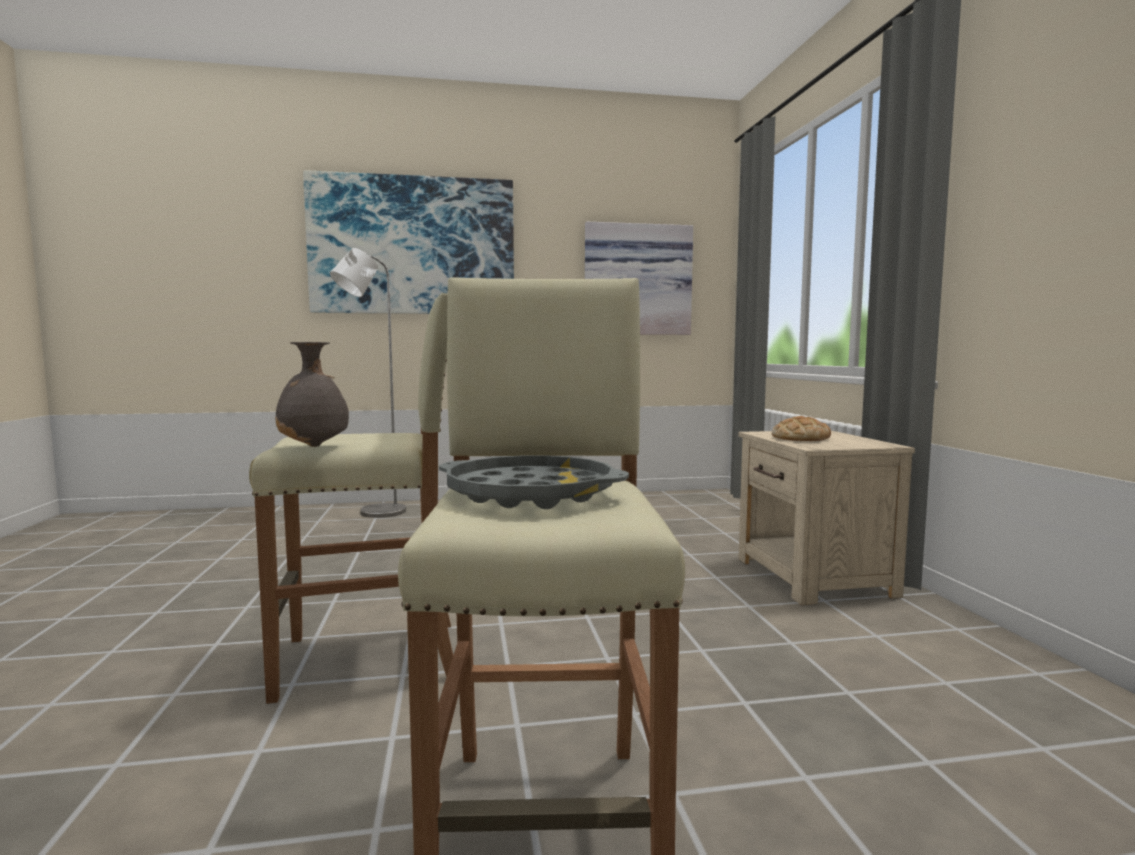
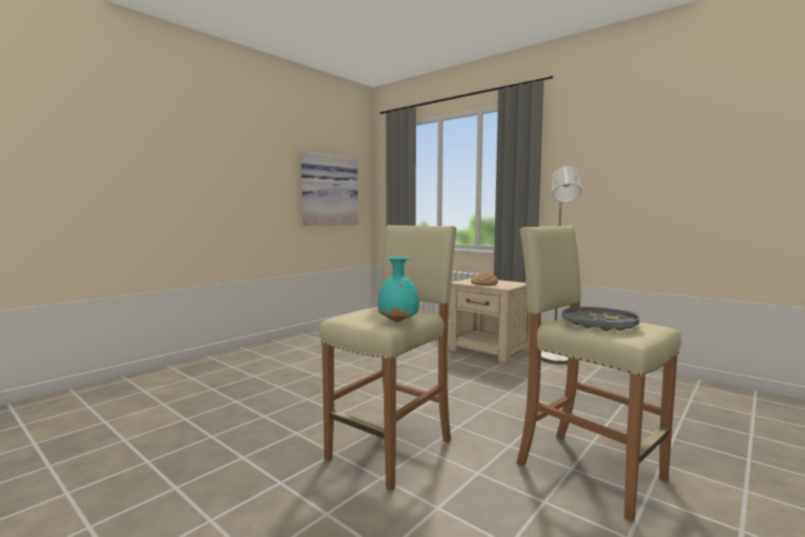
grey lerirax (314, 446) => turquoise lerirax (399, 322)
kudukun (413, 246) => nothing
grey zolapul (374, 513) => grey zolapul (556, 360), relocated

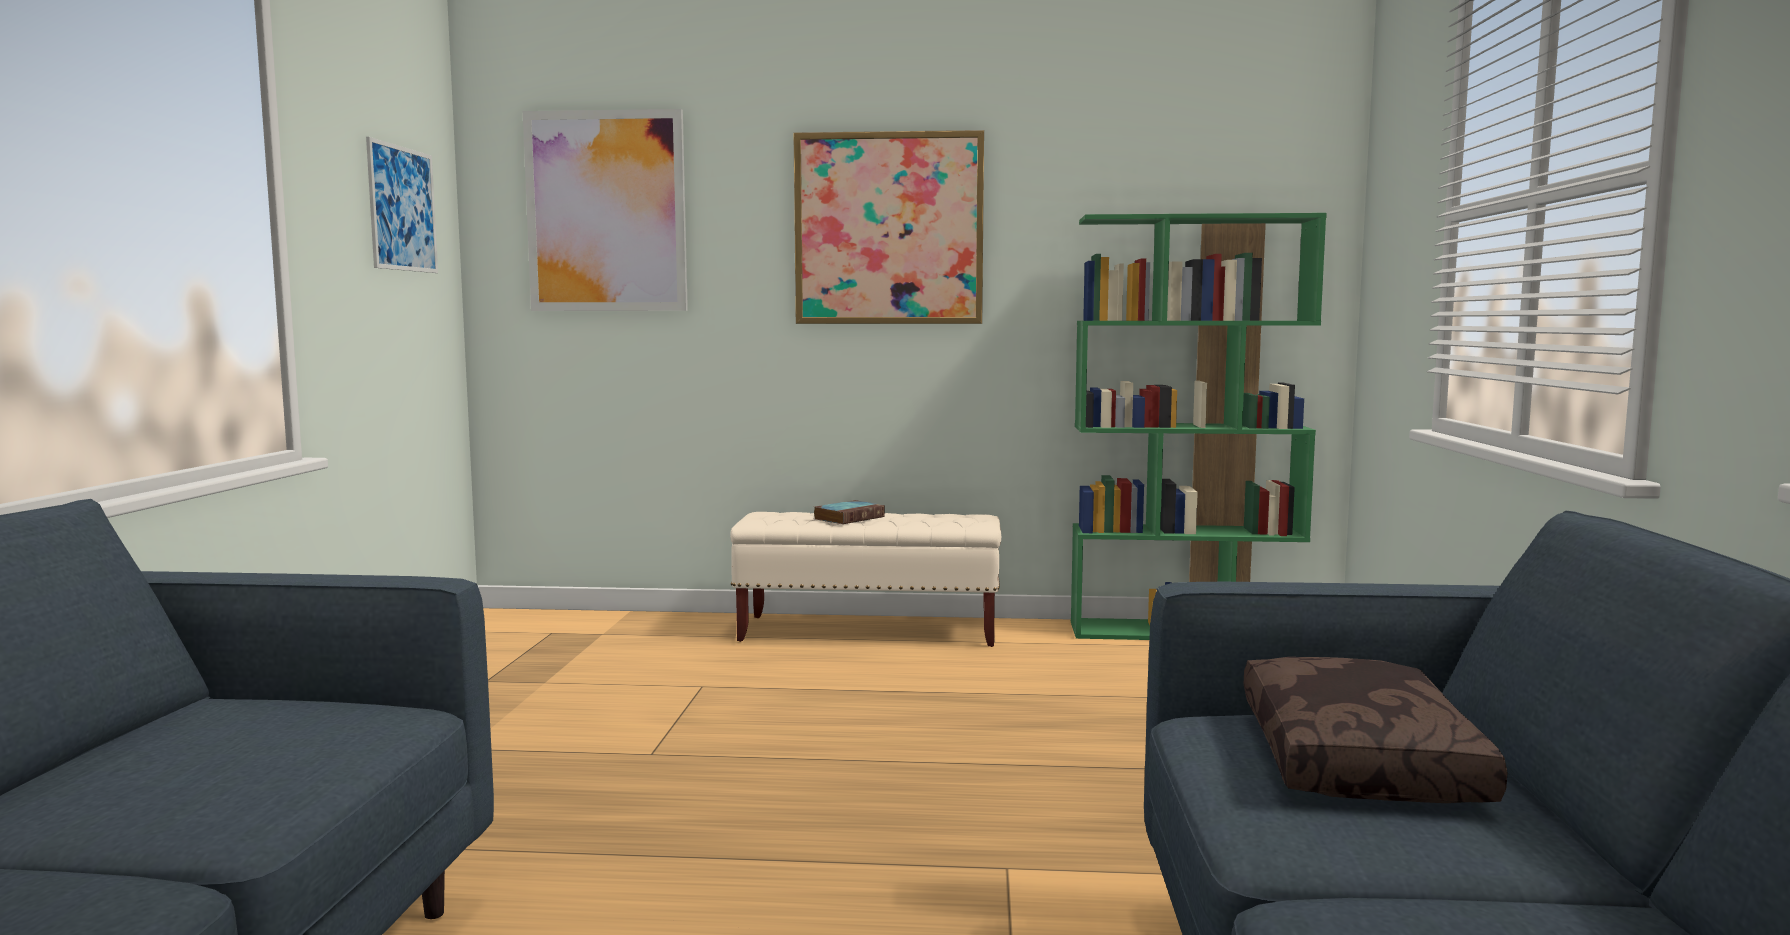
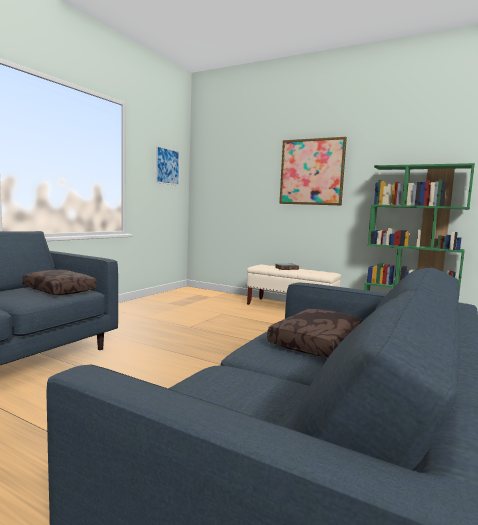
kudukun (606, 212) => nothing
nothing => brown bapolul (61, 290)

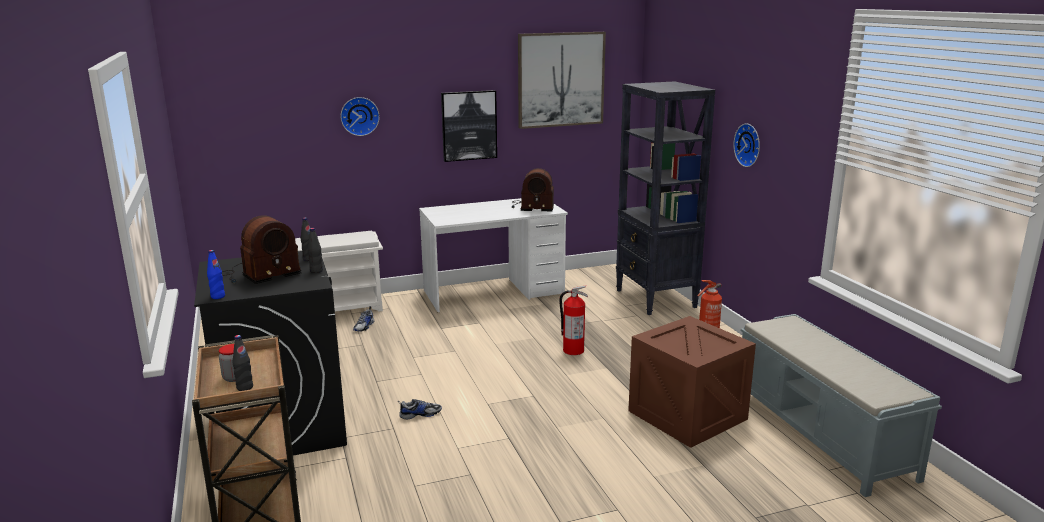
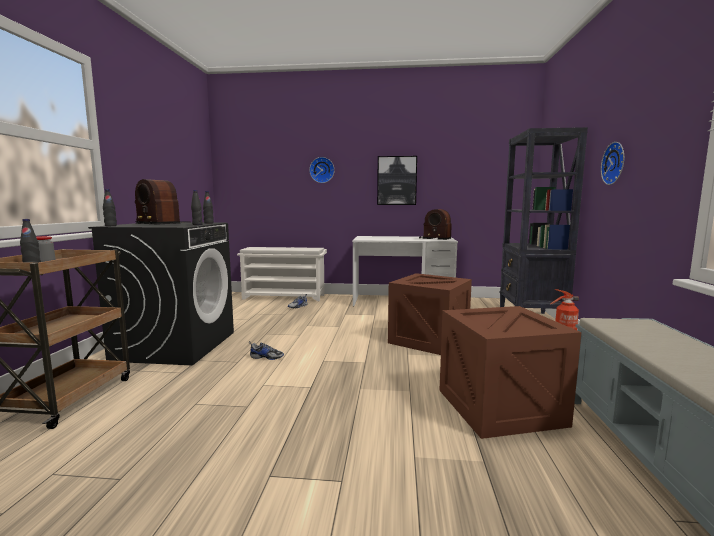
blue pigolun (218, 296) => black pigolun (110, 226)
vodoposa (259, 274) => vodoposa (163, 224), 45 degrees clockwise
kudukun (561, 79) => nothing
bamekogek (573, 350) => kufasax (429, 340)

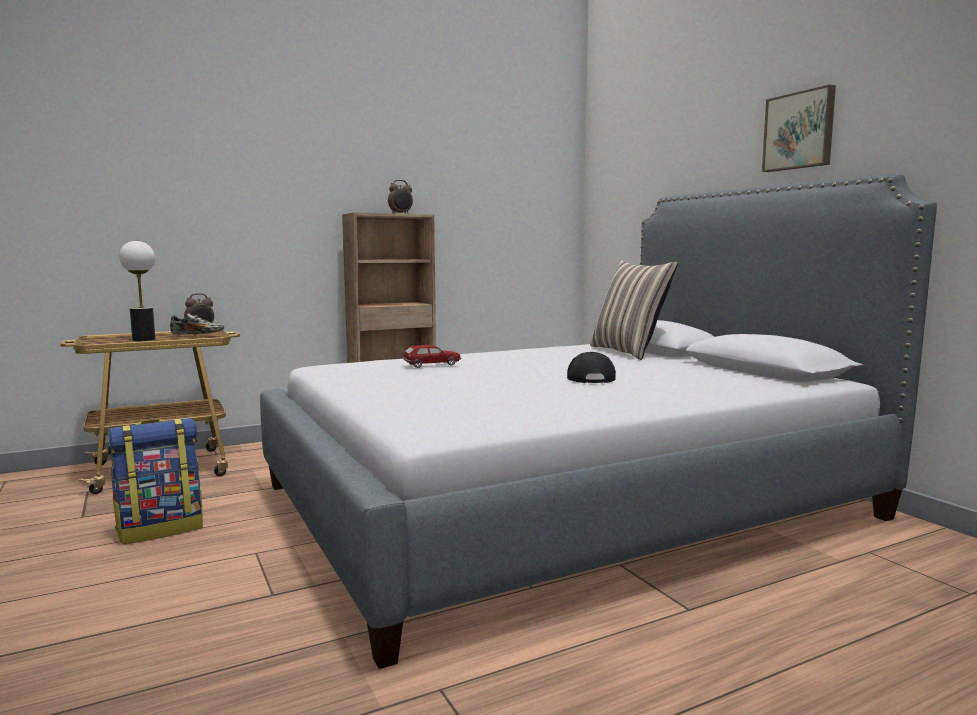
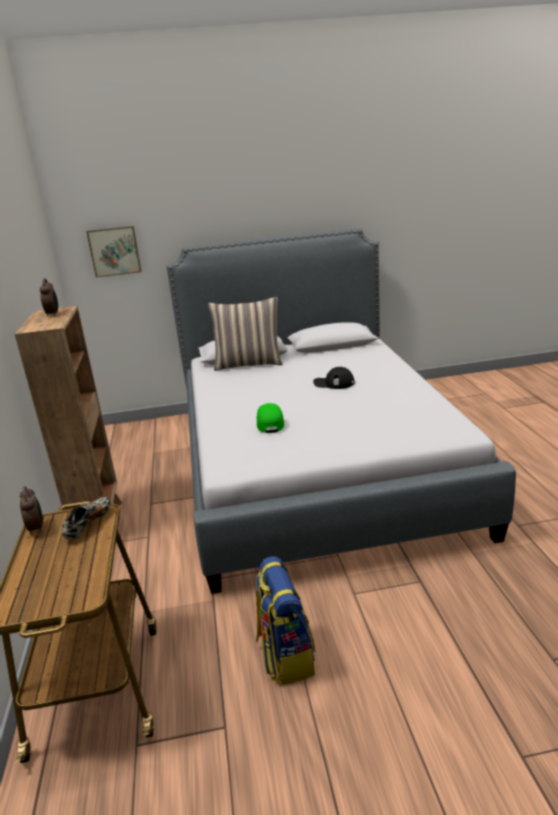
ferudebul (143, 339) => nothing
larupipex (432, 364) => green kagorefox (270, 423)
kudukun (799, 131) => kudukun (114, 251), relocated

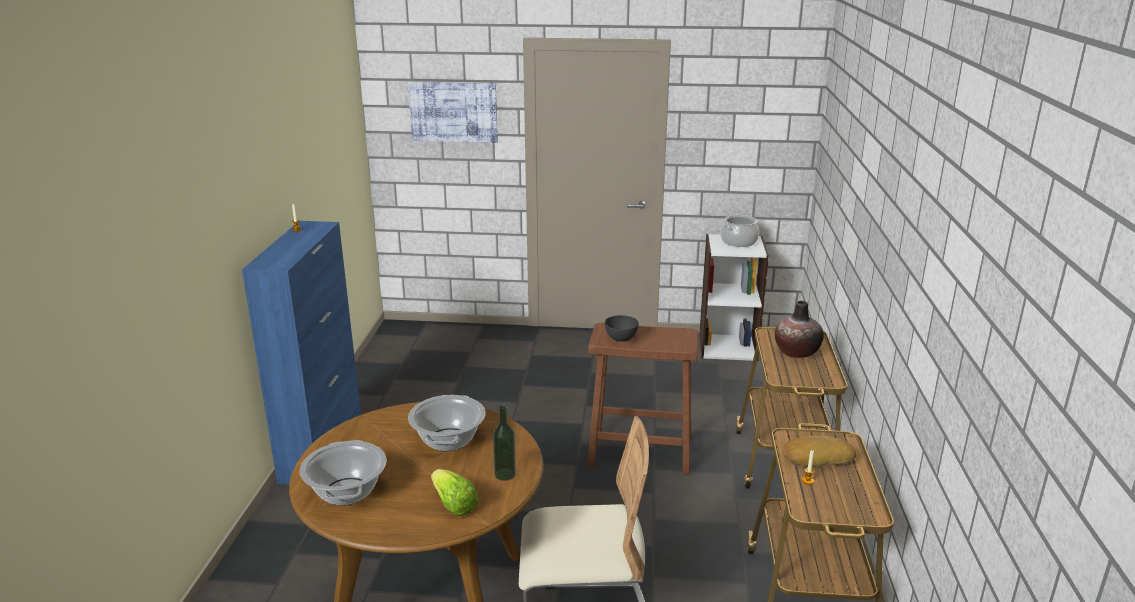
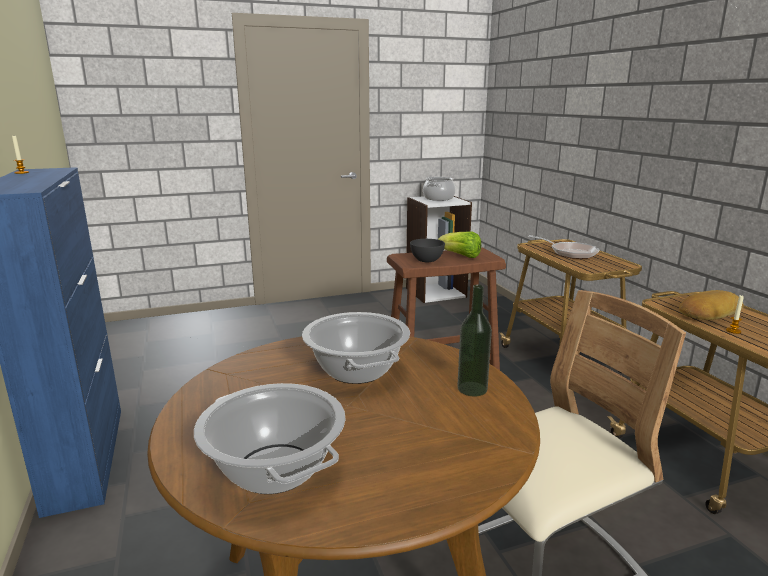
kudukun (453, 112) => nothing
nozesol (453, 505) => nozesol (460, 256), relocated
lerirax (796, 352) => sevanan (569, 253)

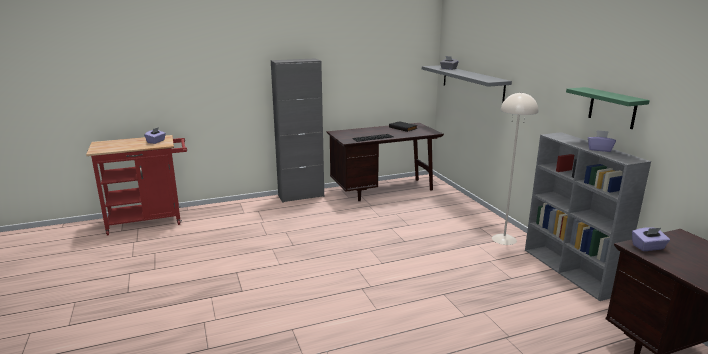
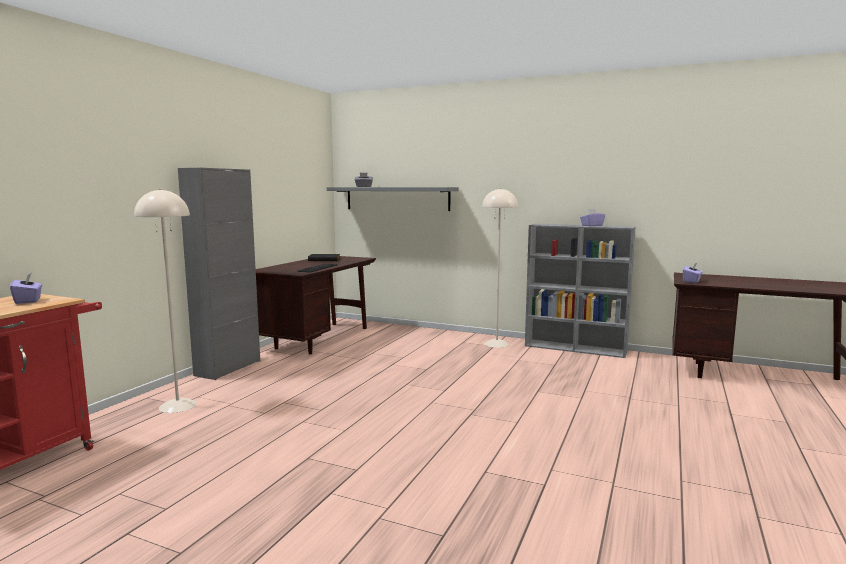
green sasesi (612, 108) => nothing
nothing => beige zolapul (177, 405)

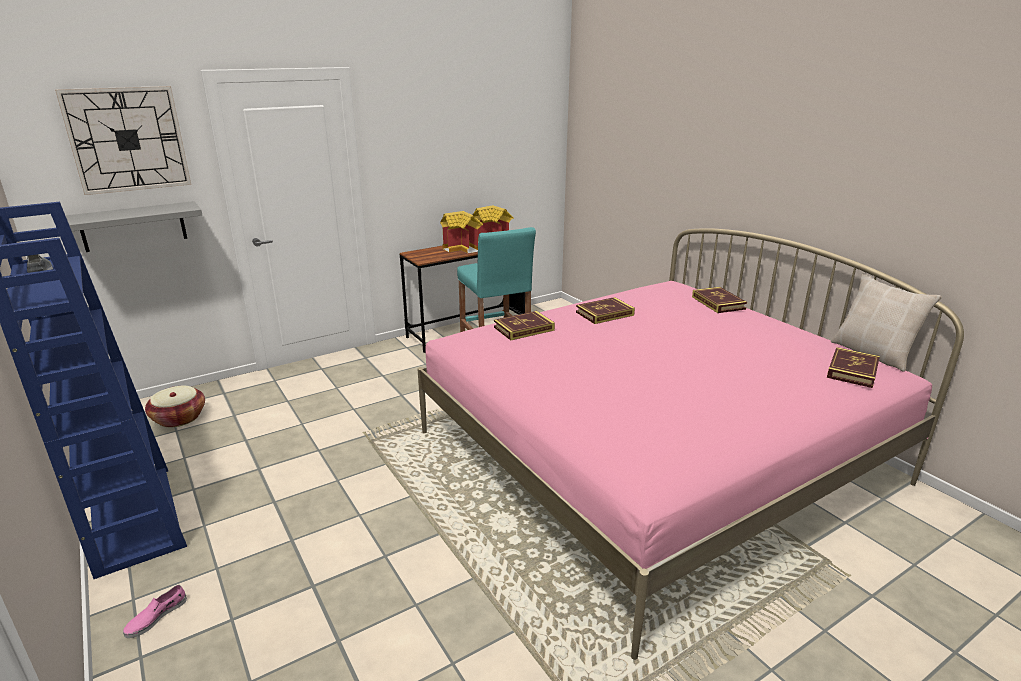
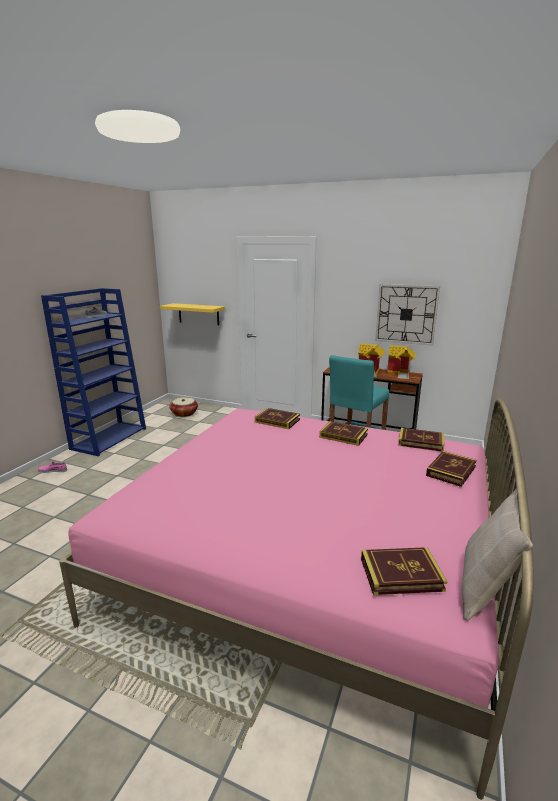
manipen (127, 139) => manipen (406, 314), relocated
grey sasesi (133, 226) => yellow sasesi (198, 314)
nothing => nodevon (420, 442)

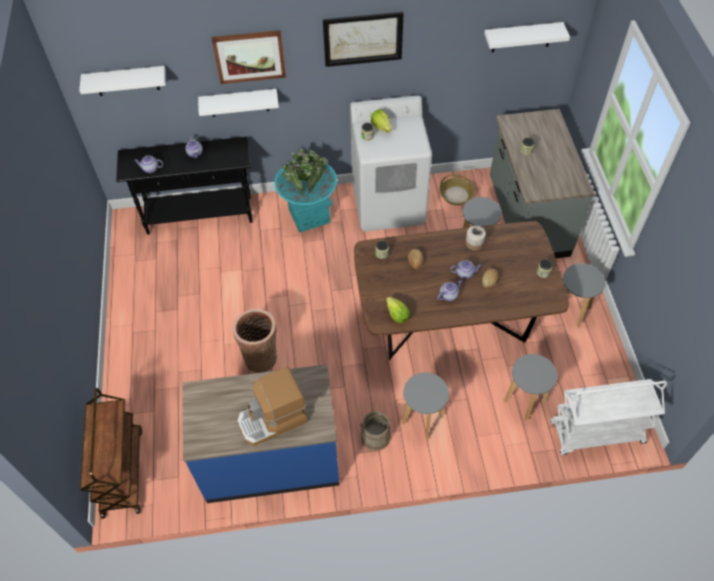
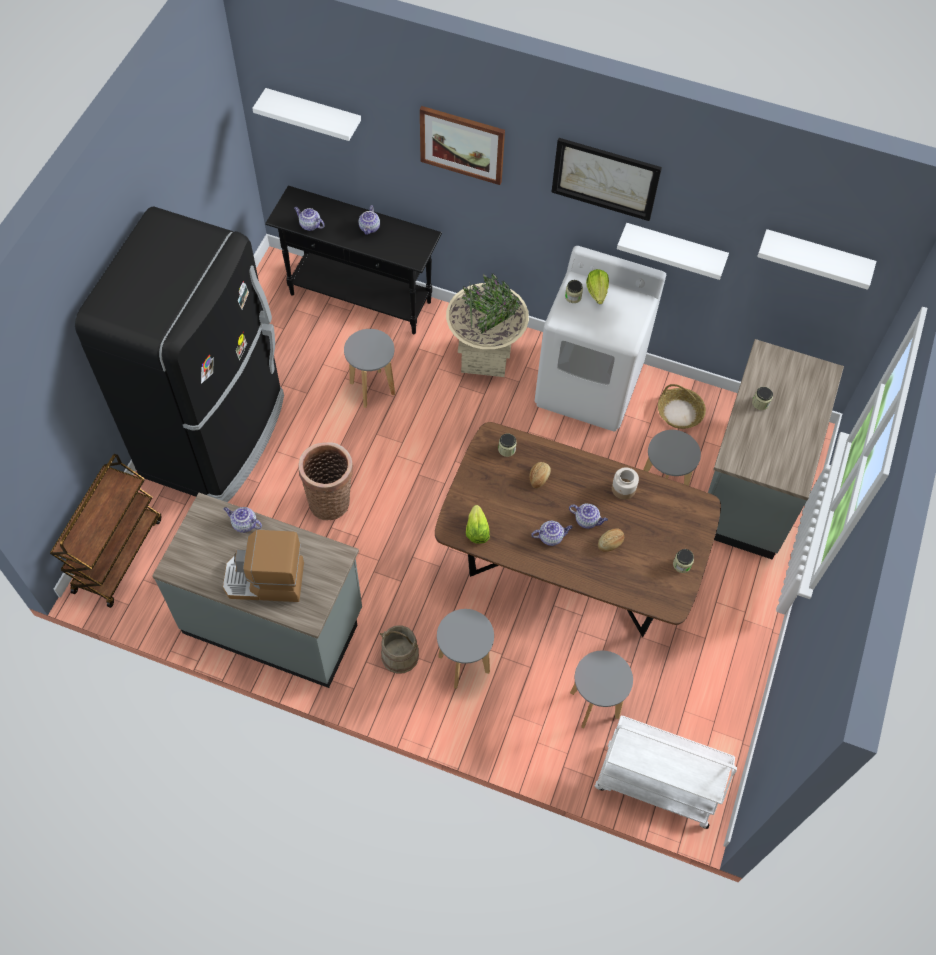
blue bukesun (271, 459) => grey bukesun (274, 621)
white sasesi (239, 103) => white sasesi (674, 249), relocated
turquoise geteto (309, 216) => beige geteto (484, 356)
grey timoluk (571, 311) => grey timoluk (372, 389), relocated
nothing => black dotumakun (216, 435)
nothing => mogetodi (244, 524)

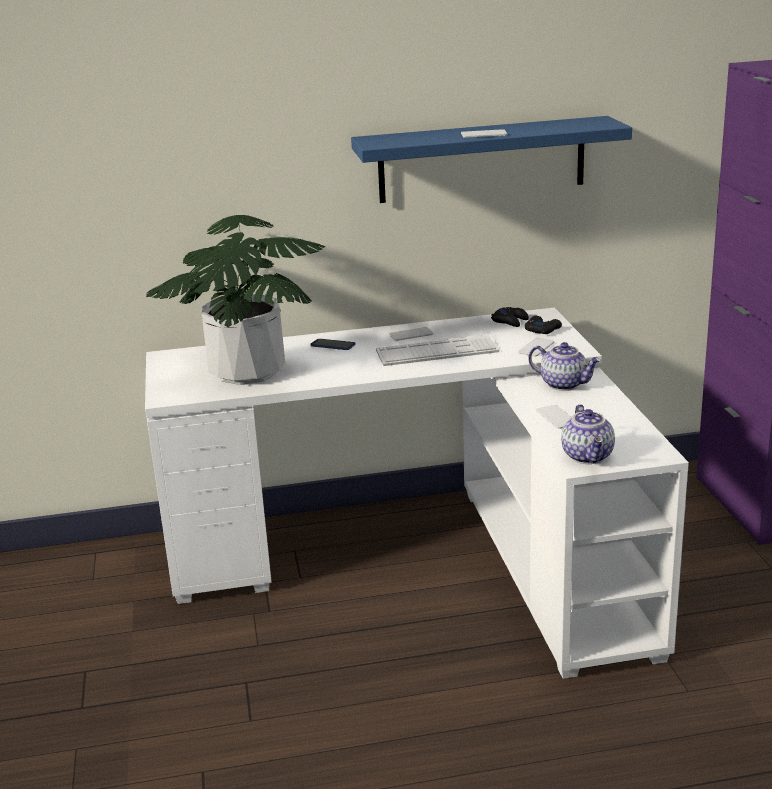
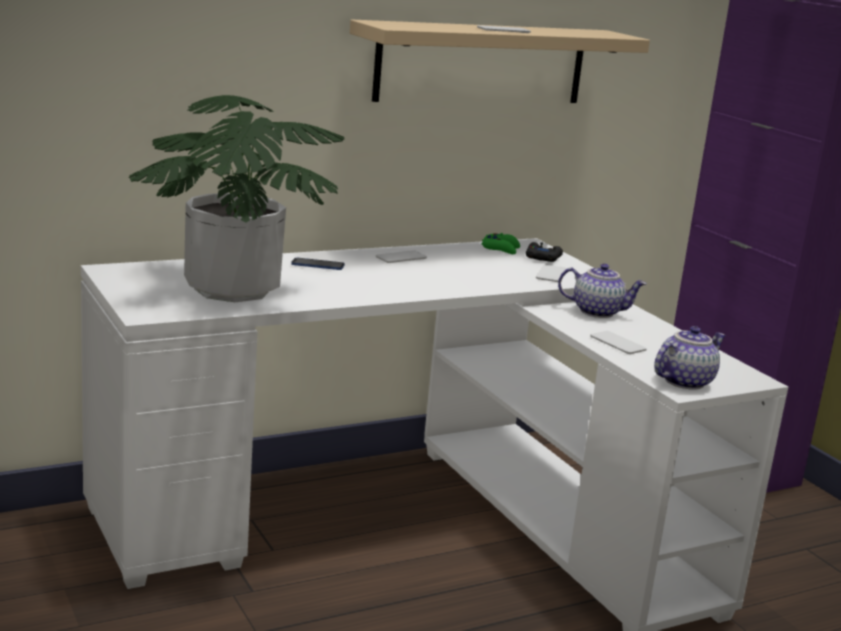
blue sasesi (482, 160) => beige sasesi (482, 63)
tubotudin (437, 352) => nothing
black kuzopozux (510, 321) => green kuzopozux (501, 249)
mogetodi (589, 456) => mogetodi (684, 381), 105 degrees counterclockwise

